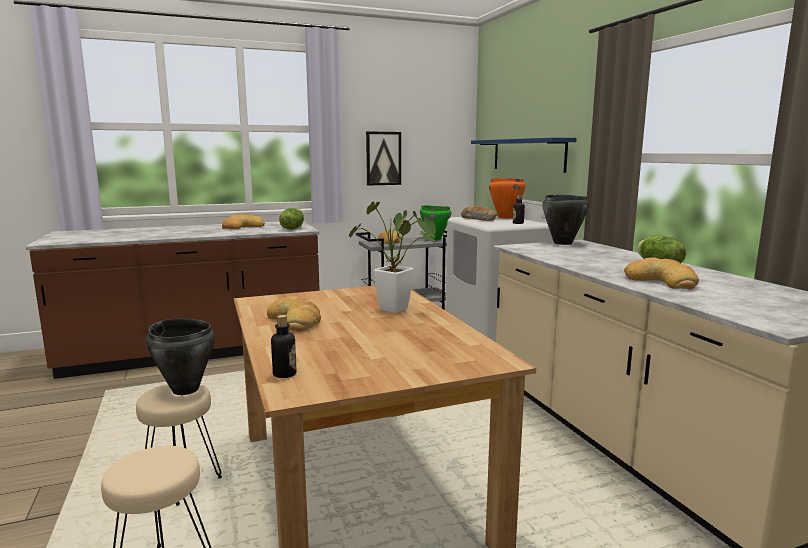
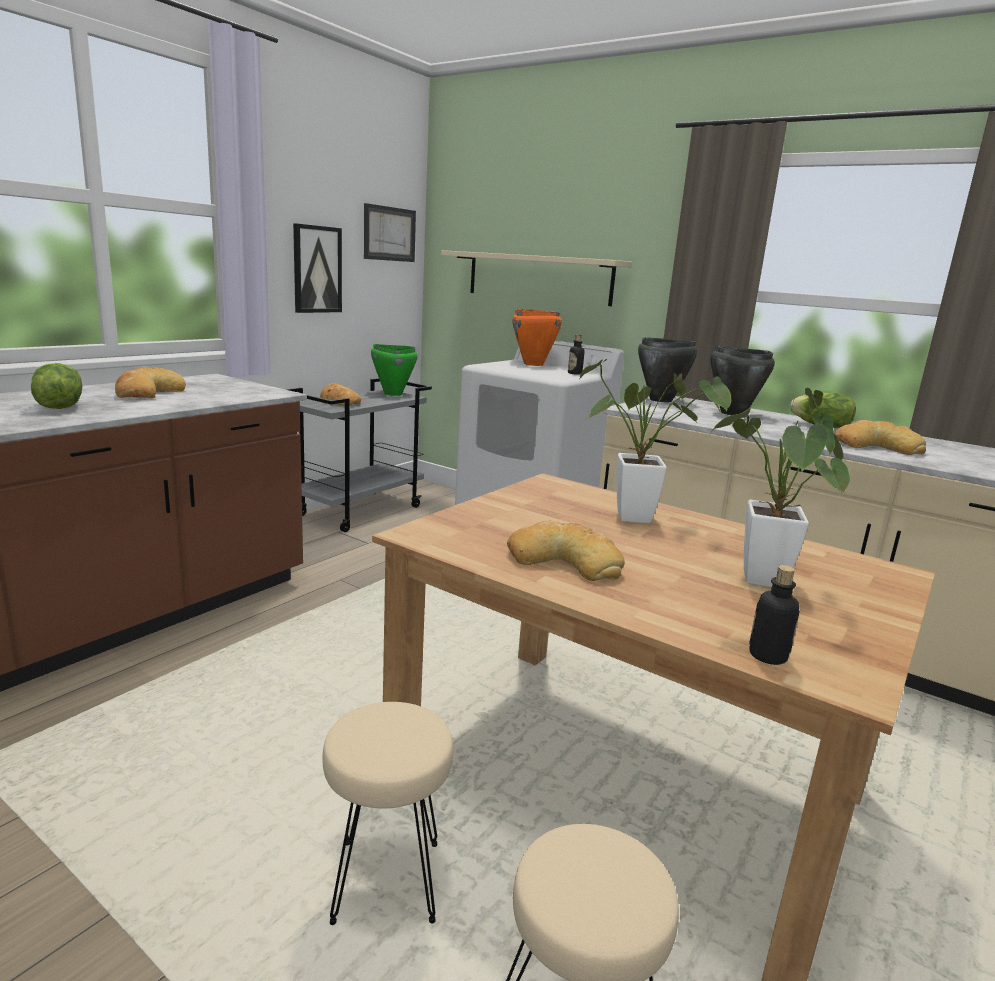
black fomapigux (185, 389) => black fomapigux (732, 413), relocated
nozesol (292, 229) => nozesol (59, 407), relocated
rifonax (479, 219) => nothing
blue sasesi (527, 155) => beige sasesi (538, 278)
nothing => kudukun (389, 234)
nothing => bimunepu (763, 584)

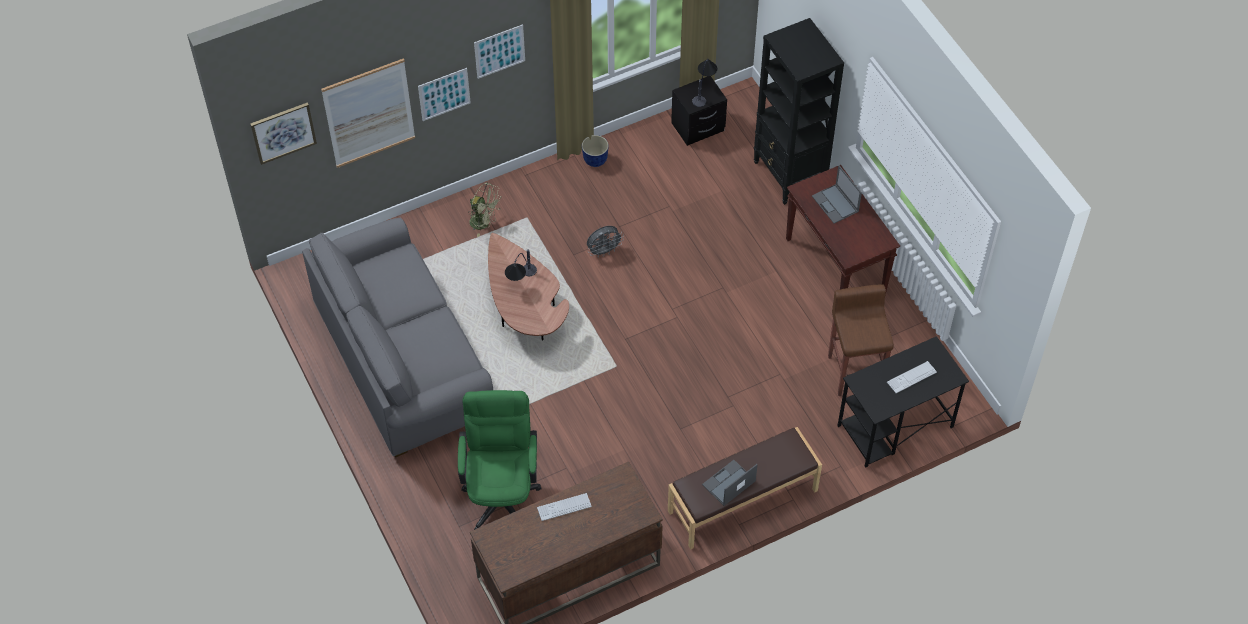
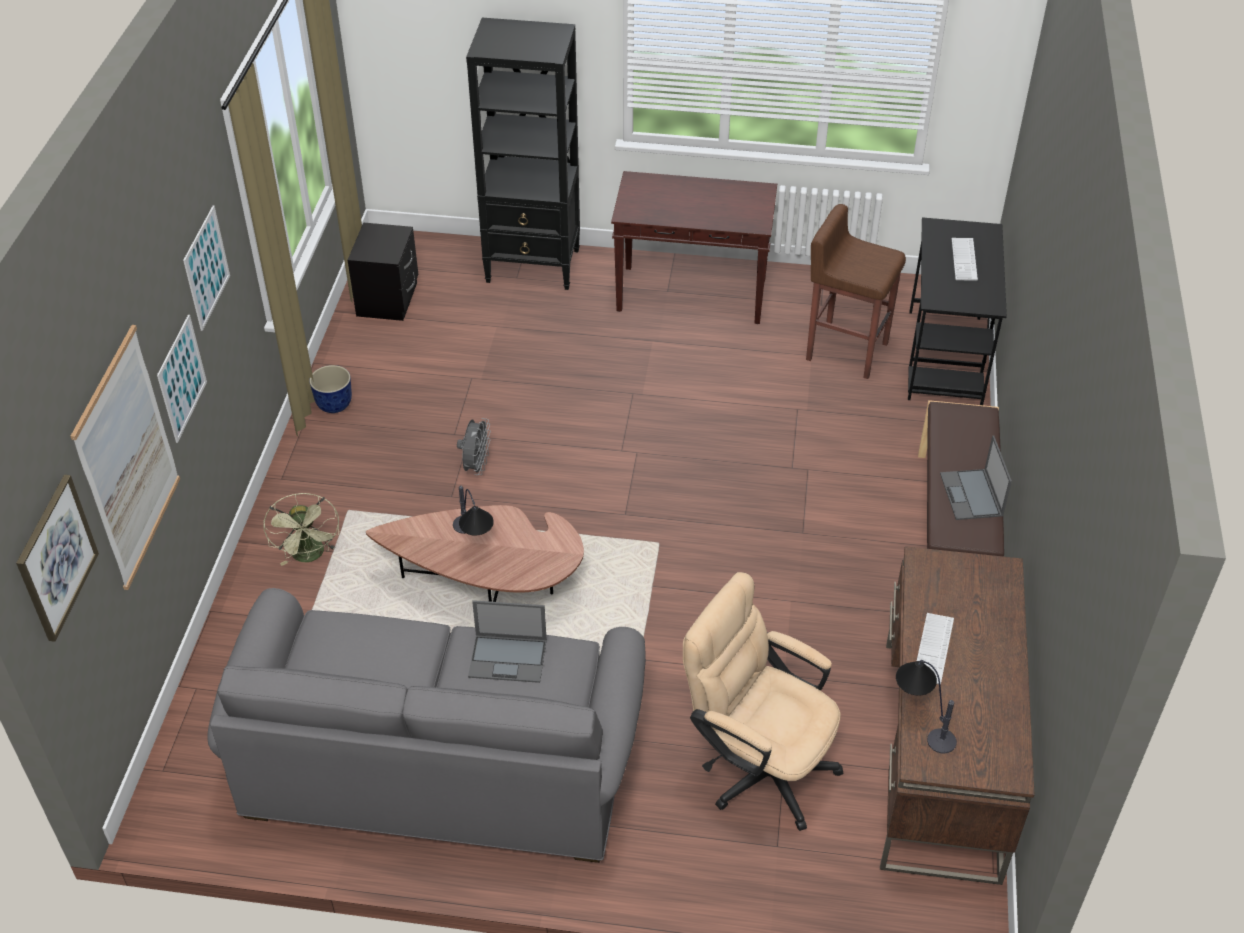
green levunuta (501, 492) => beige levunuta (757, 765)
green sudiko (484, 223) => green sudiko (310, 556), 105 degrees clockwise
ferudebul (703, 91) => ferudebul (921, 721), relocated
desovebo (835, 204) => desovebo (509, 658), relocated

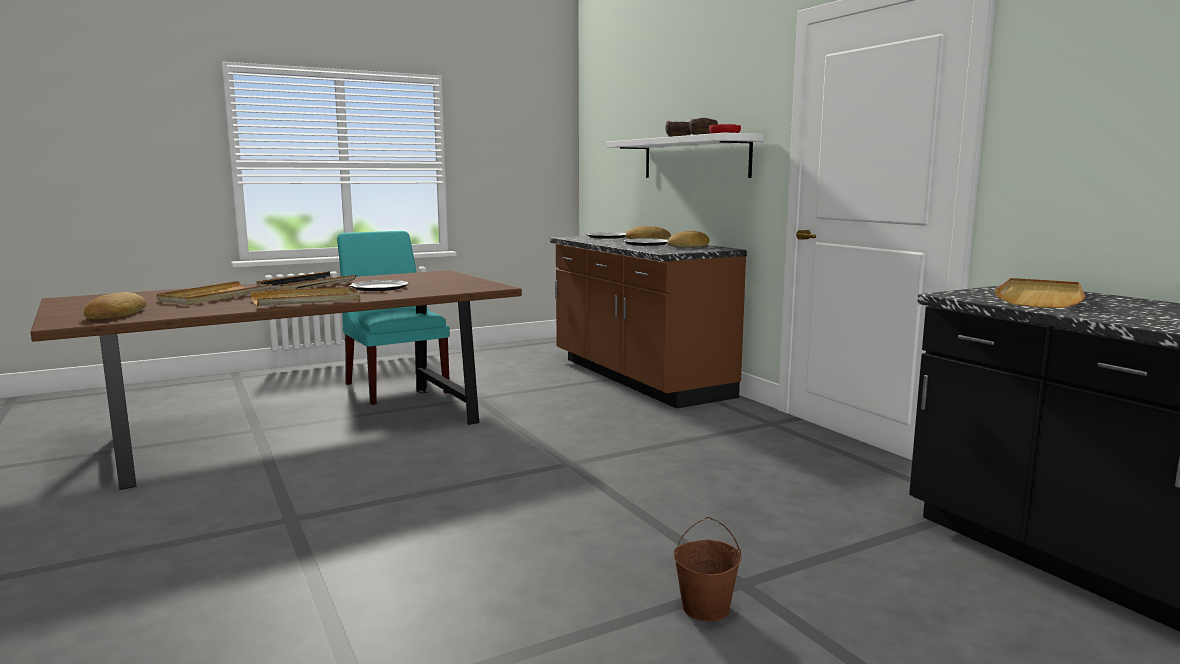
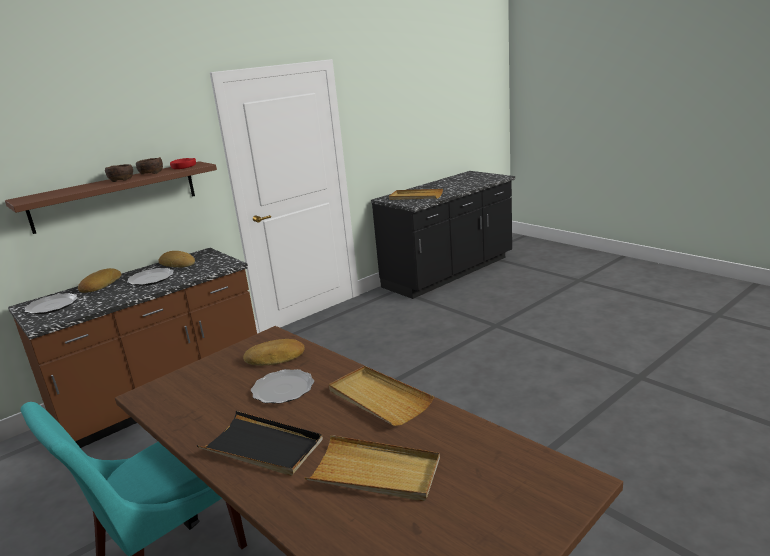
rifonax (115, 314) => rifonax (275, 358), relocated
white sasesi (694, 158) => brown sasesi (115, 196)
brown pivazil (706, 608) => nothing

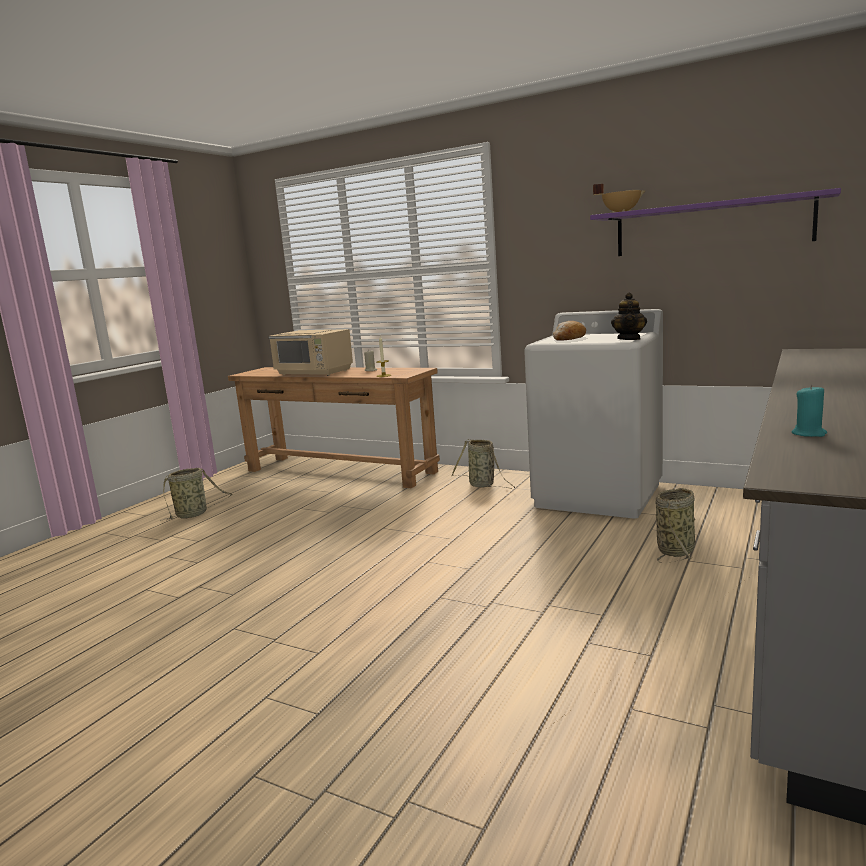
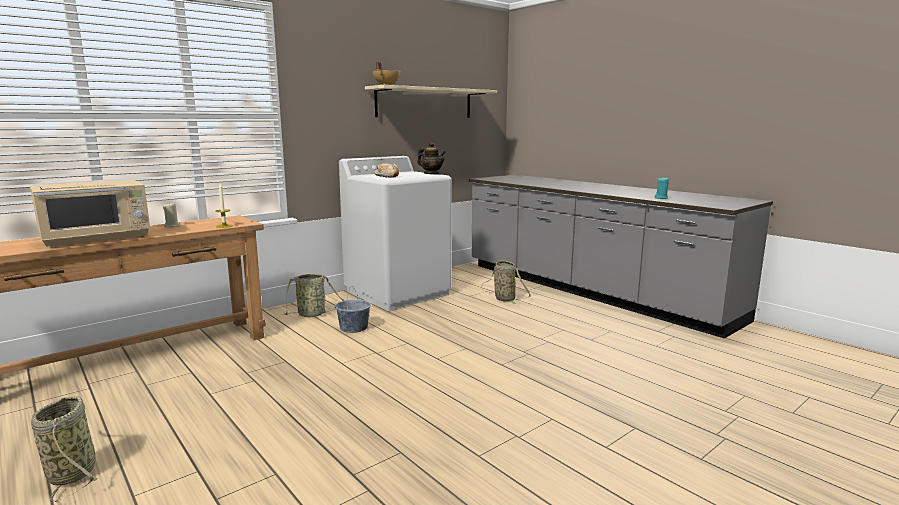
purple sasesi (711, 227) => beige sasesi (425, 103)
nothing => grey pivazil (353, 328)

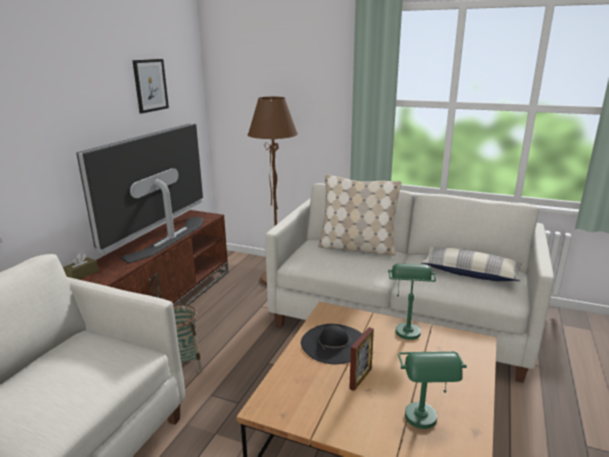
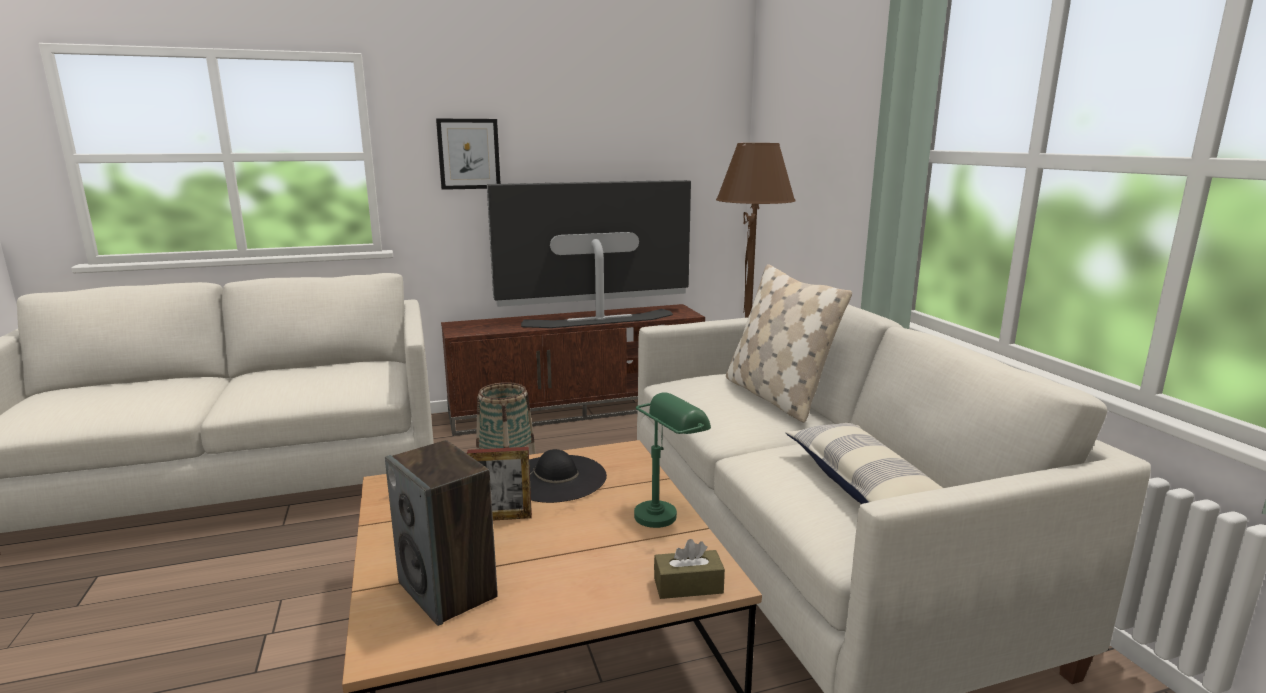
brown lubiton (82, 274) => brown lubiton (688, 586), relocated
kudukun (150, 85) => kudukun (469, 154), relocated
green ferudebul (424, 425) => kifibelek (448, 590)

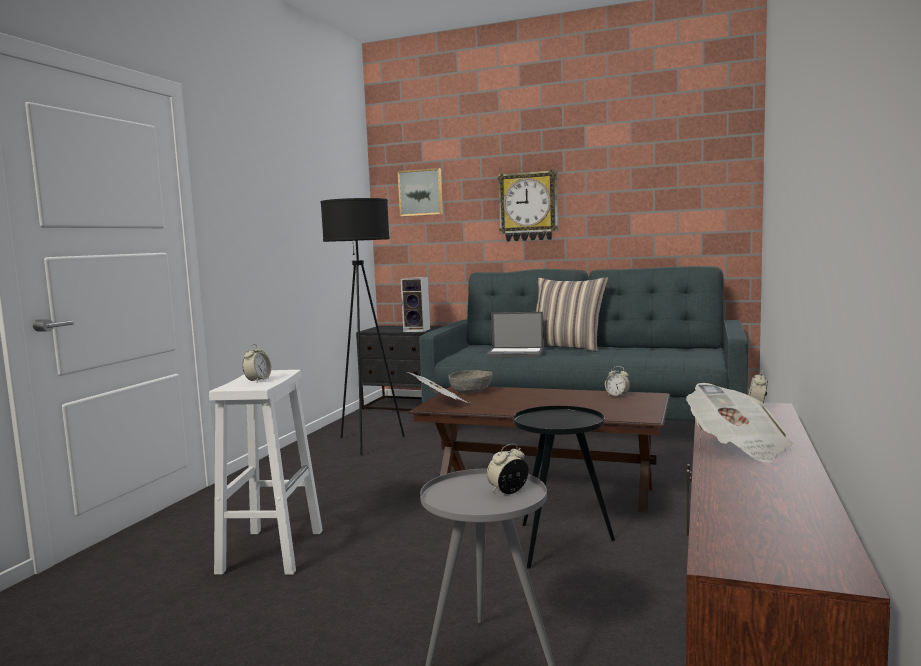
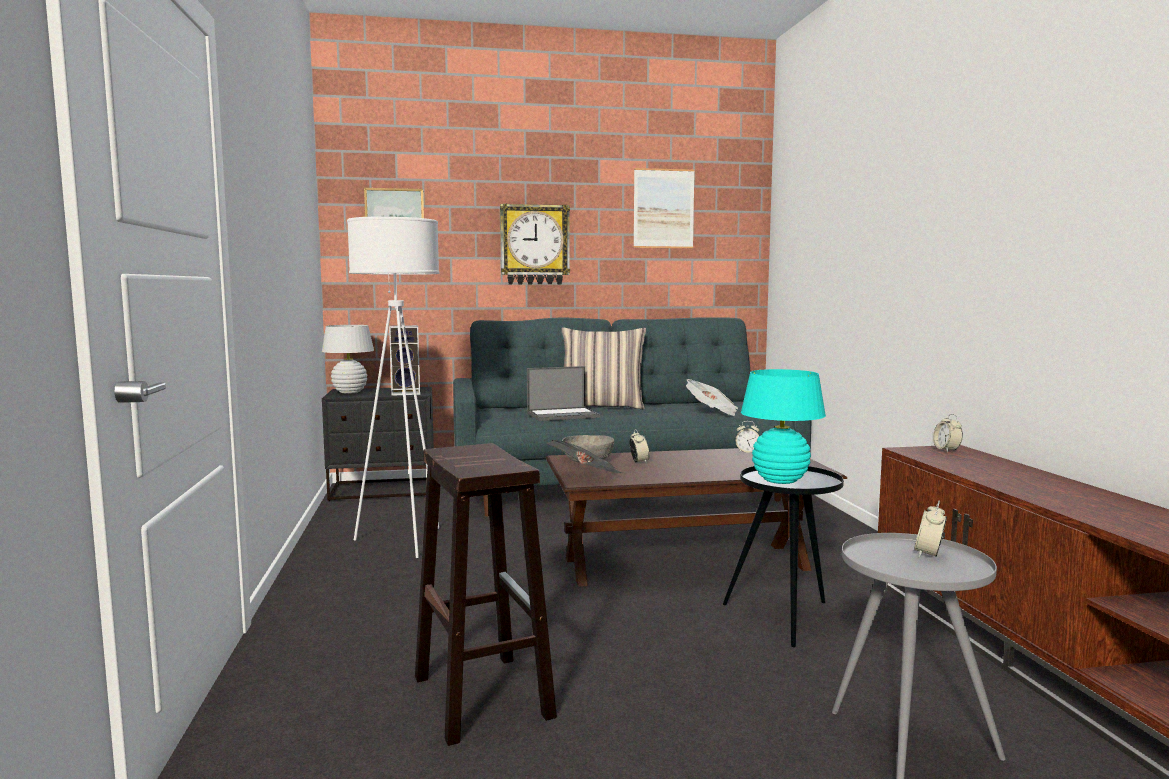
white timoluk (272, 550) => brown timoluk (480, 696)
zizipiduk (258, 380) => zizipiduk (639, 462), relocated
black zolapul (368, 443) => white zolapul (403, 541)
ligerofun (738, 447) => ligerofun (712, 412), relocated
nothing => white ferudebul (349, 392)
nothing => kudukun (663, 208)
nothing => turquoise ferudebul (780, 480)

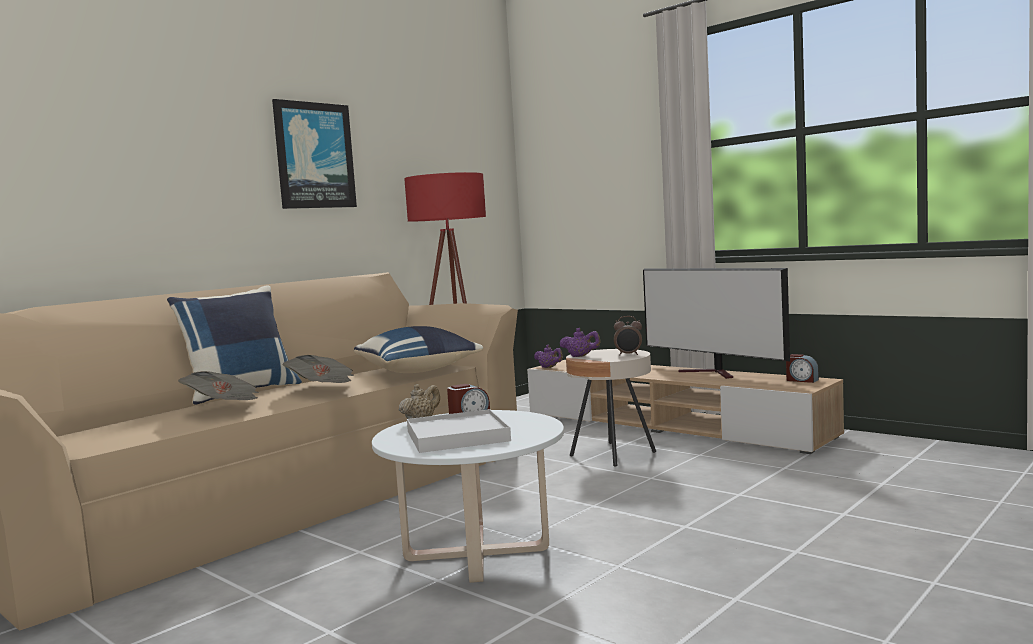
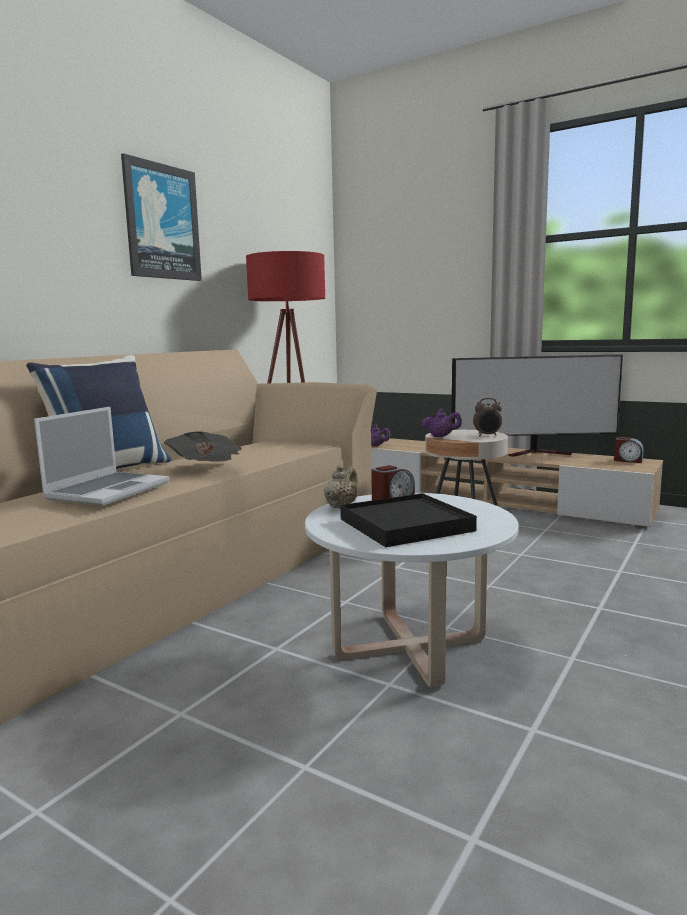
ligerofun (225, 408) => desovebo (108, 490)
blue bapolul (419, 371) => nothing
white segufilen (457, 436) => black segufilen (406, 525)
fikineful (714, 373) => fikineful (538, 453), 45 degrees counterclockwise

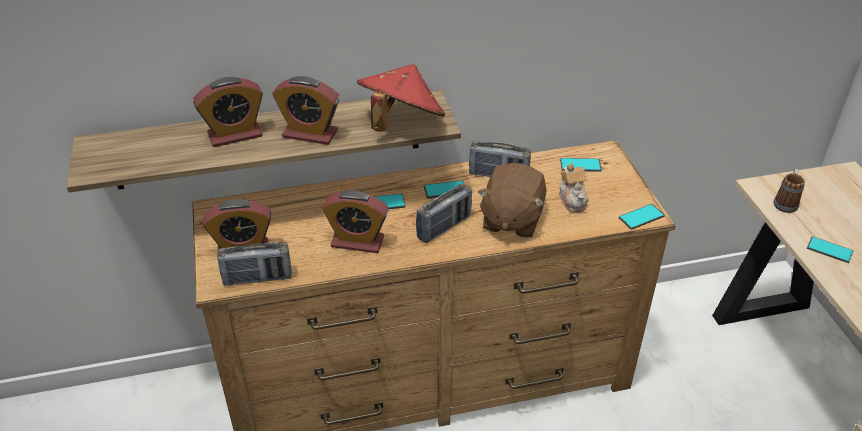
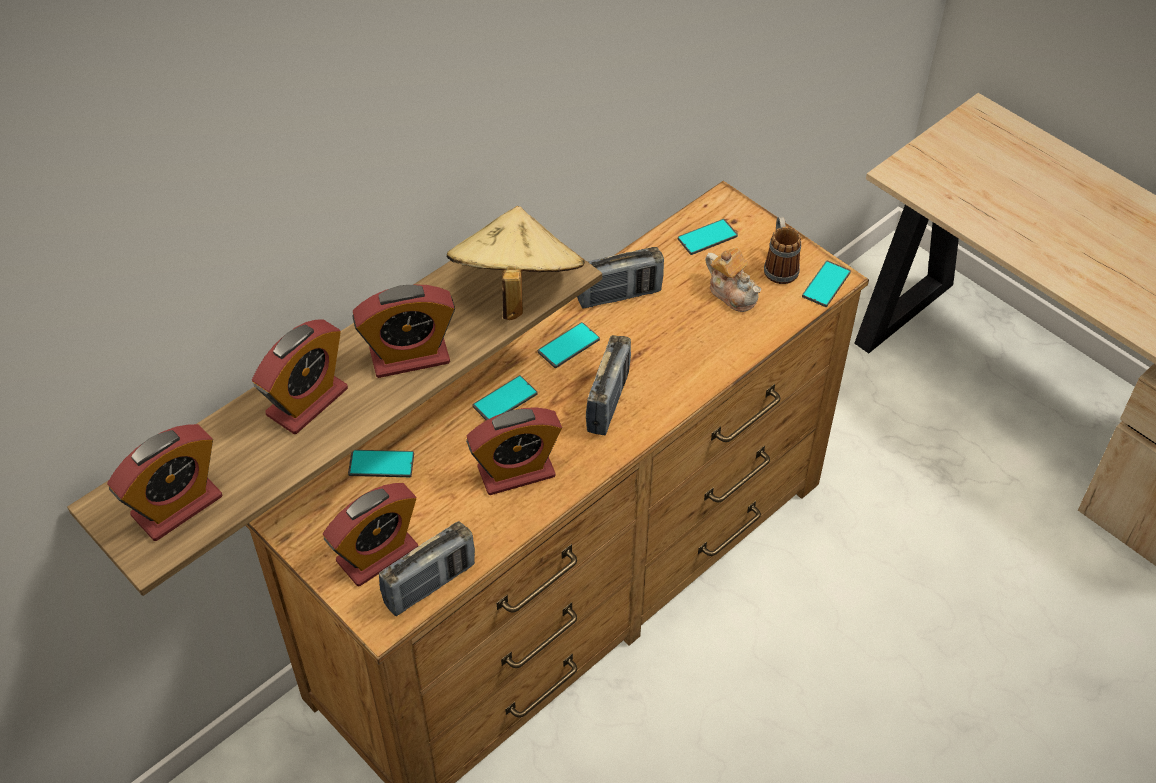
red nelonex (401, 123) => beige nelonex (515, 289)
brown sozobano (511, 219) => nothing
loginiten (786, 202) => loginiten (779, 266), relocated
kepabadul (829, 250) => kepabadul (381, 464), relocated
nothing => zizipiduk (177, 506)

